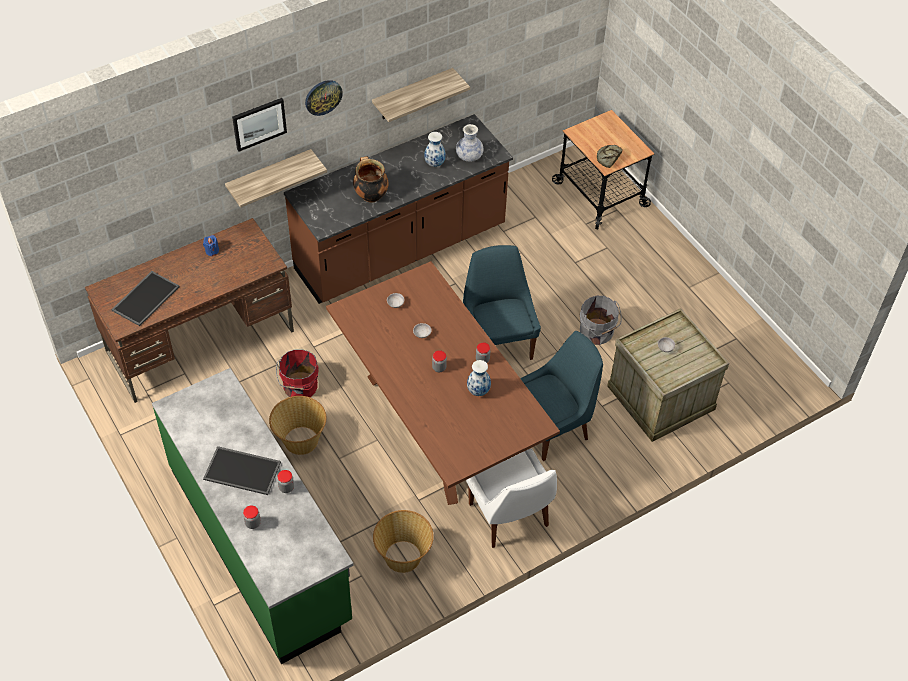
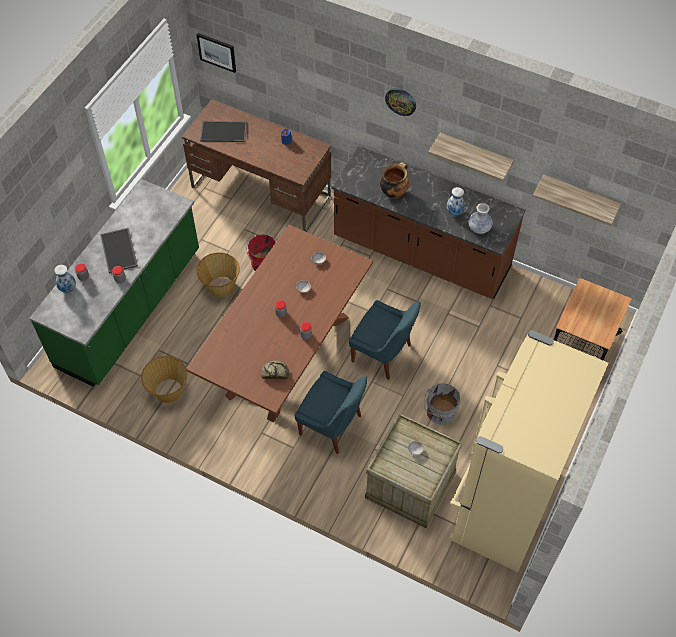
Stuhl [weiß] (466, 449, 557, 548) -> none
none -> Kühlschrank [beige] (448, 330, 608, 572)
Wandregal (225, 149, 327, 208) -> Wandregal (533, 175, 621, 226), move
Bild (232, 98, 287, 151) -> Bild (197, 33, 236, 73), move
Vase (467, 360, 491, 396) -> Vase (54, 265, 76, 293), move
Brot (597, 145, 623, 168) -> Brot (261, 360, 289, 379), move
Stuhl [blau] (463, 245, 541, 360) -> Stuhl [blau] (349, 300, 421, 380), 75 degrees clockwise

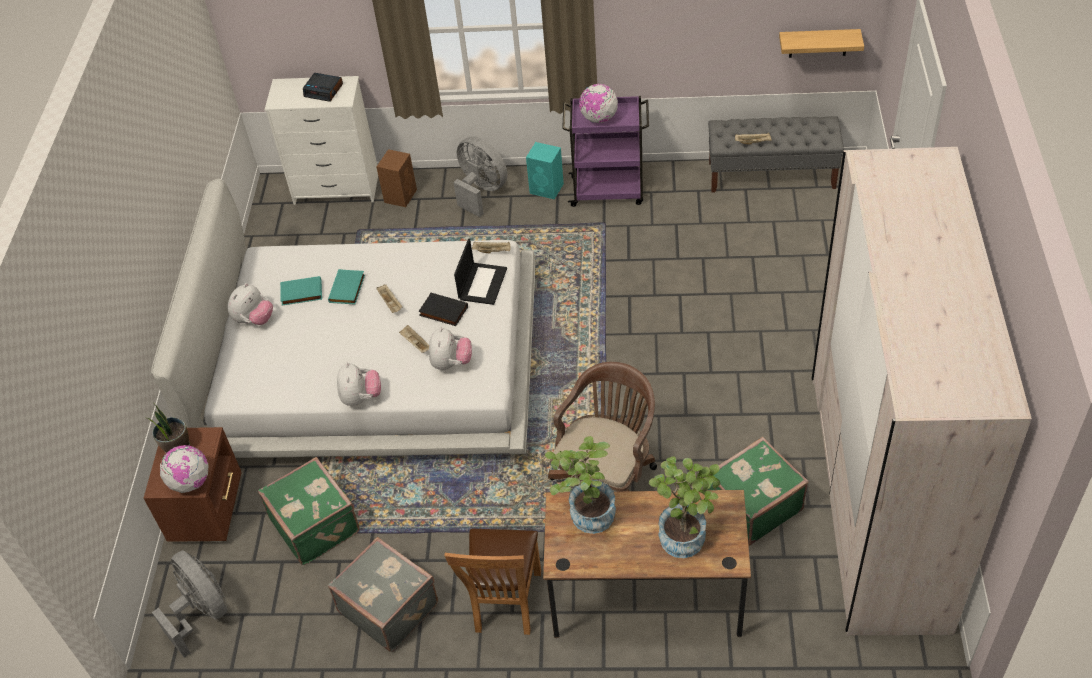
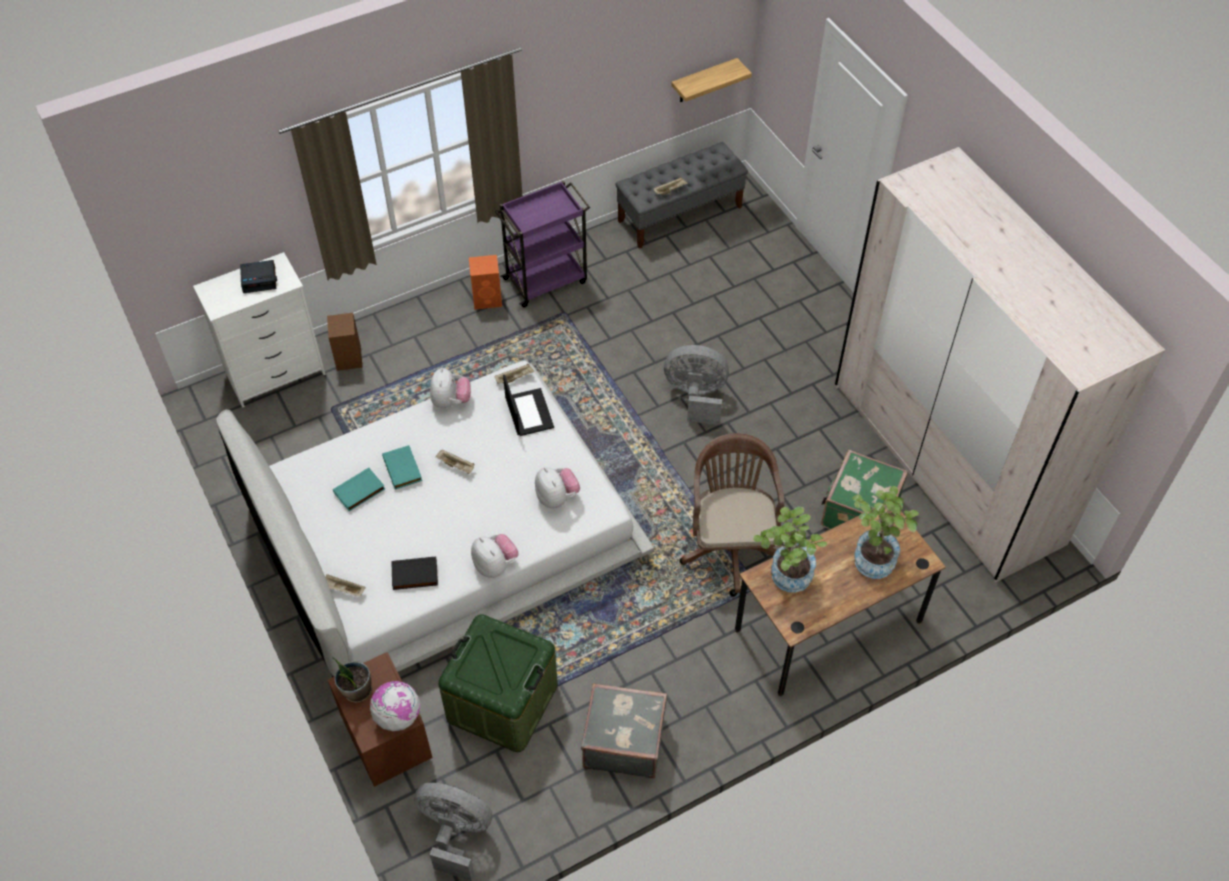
Stuhl [braun] (444, 529, 541, 635) -> none
Globus (579, 84, 618, 123) -> none
Plüschtier (228, 283, 273, 325) -> Plüschtier (430, 368, 471, 408), move
Tablett [beige] (399, 325, 429, 353) -> Tablett [beige] (325, 574, 366, 596), move
Buch [schwarz] (418, 293, 468, 326) -> Buch [schwarz] (391, 557, 438, 590), move
Ventilator [grau] (454, 136, 508, 217) -> Ventilator [grau] (664, 345, 729, 425), move
Koffer [grün] (258, 457, 360, 565) -> Aufbewahrungsbox [grün] (438, 614, 558, 752)
Lautsprecher [türkis] (526, 142, 564, 200) -> Lautsprecher [orange] (469, 255, 502, 310)

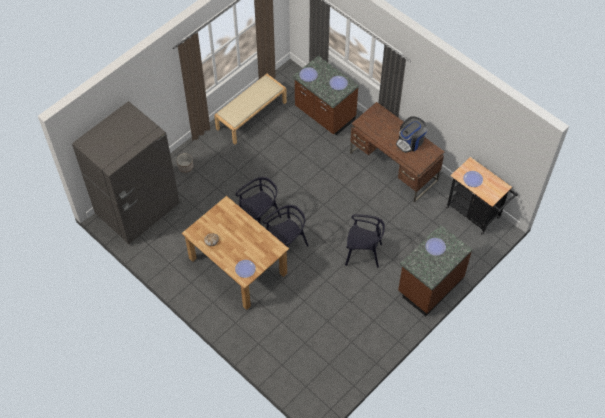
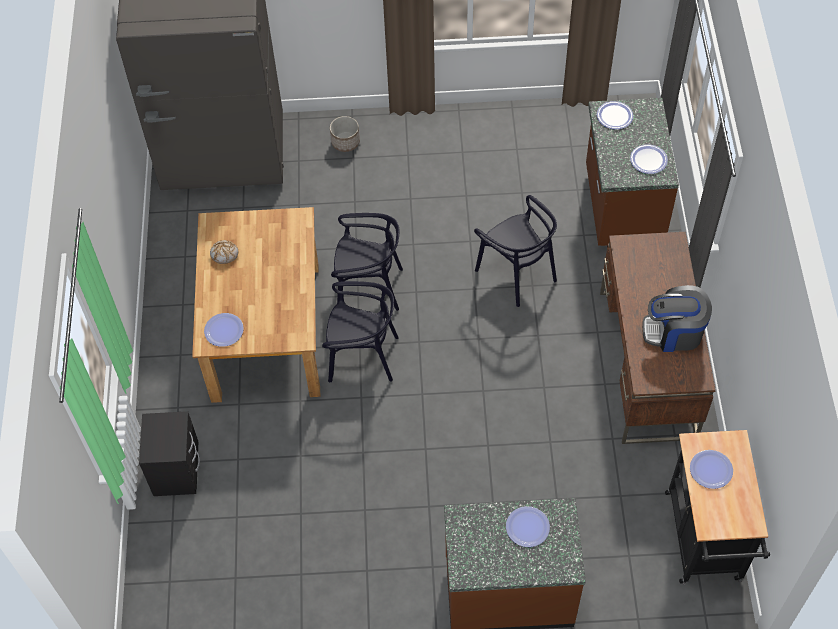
Bank [beige] (214, 74, 287, 144) -> none
none -> Nachttisch [schwarz] (139, 411, 200, 496)
Stuhl [schwarz] (345, 214, 385, 267) -> Stuhl [schwarz] (474, 195, 557, 307), move

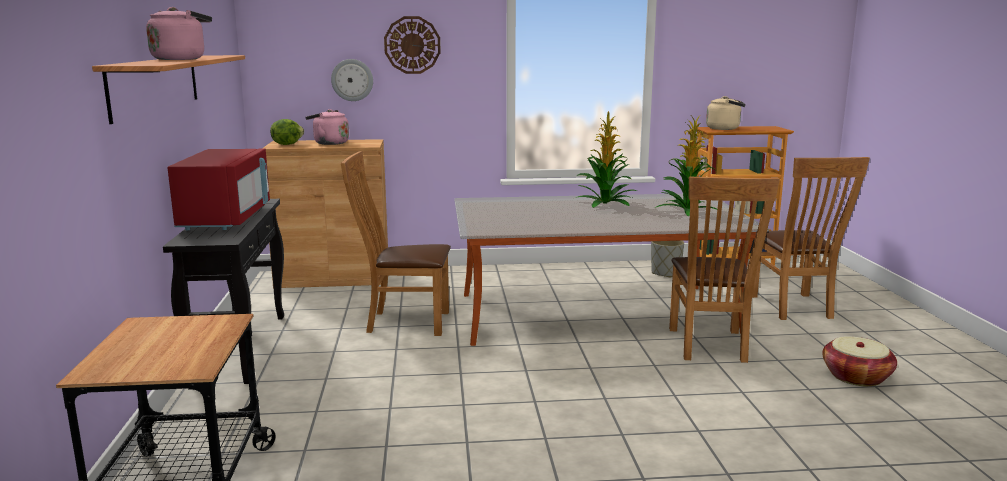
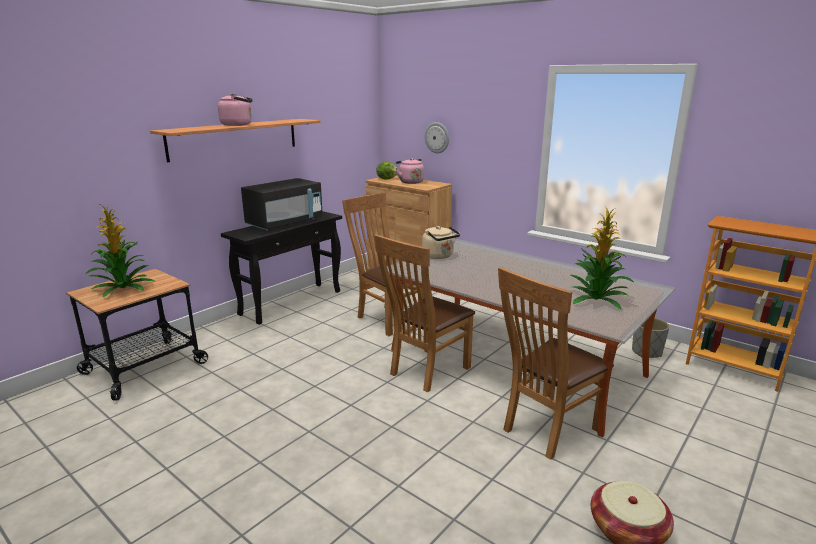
Wanduhr (384, 16, 441, 74) -> none
Topfpflanze (576, 111, 637, 208) -> Topfpflanze (86, 203, 155, 297), move
Wasserkessel [beige] (706, 96, 745, 130) -> Wasserkessel [beige] (422, 226, 460, 259), move
Stuhl [braun] (752, 157, 870, 320) -> Stuhl [braun] (374, 234, 475, 392), move
Mikrowelle [rot] (168, 148, 270, 230) -> Mikrowelle [schwarz] (241, 178, 323, 230)

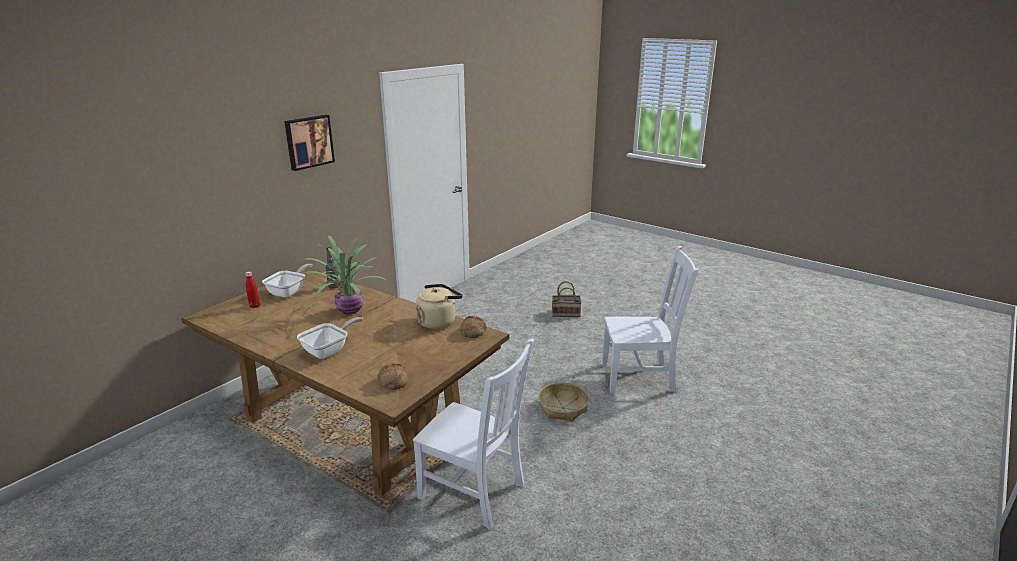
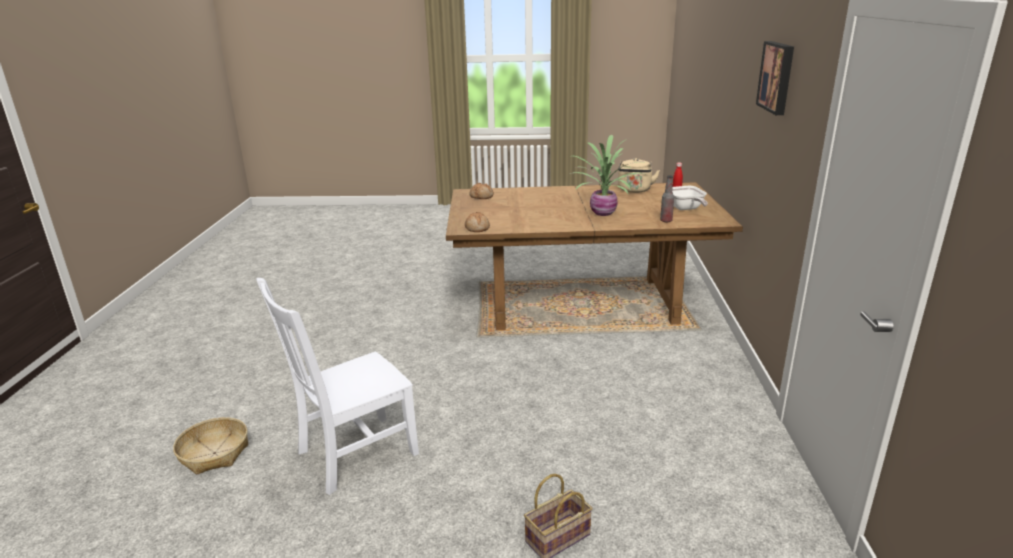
Pfanne (297, 317, 363, 359) -> none
Stuhl [weiß] (413, 339, 534, 530) -> none
Wasserkessel [beige] (416, 284, 462, 329) -> Wasserkessel [beige] (618, 158, 660, 193), move
Korb (538, 383, 589, 422) -> Korb (173, 417, 248, 475), move

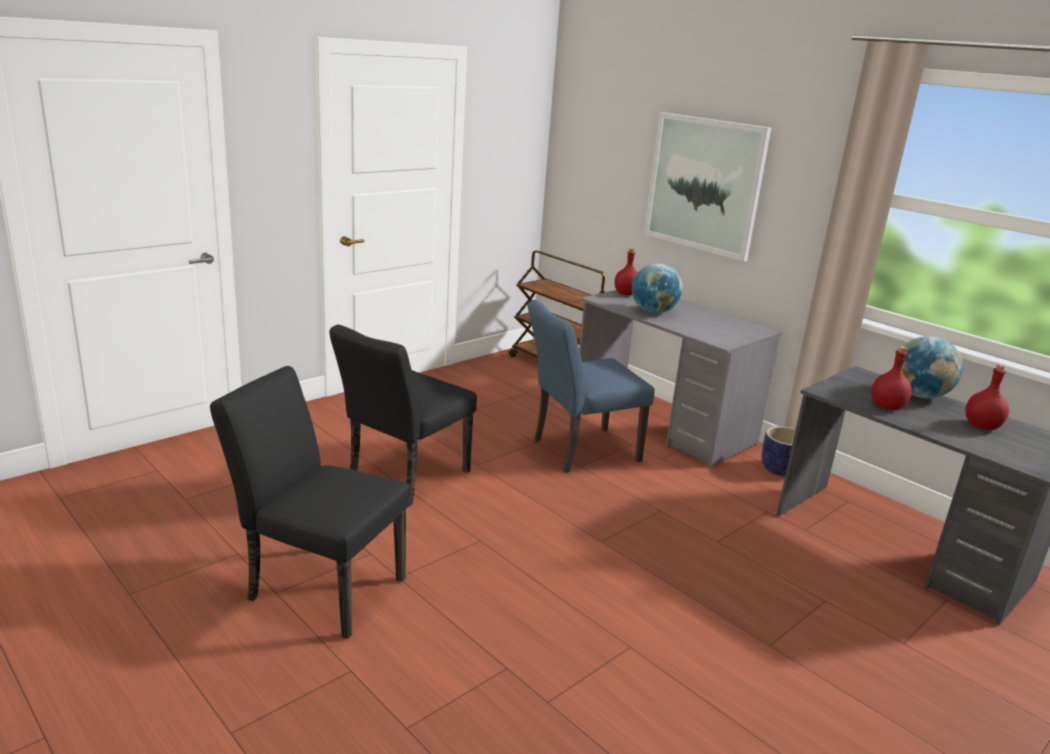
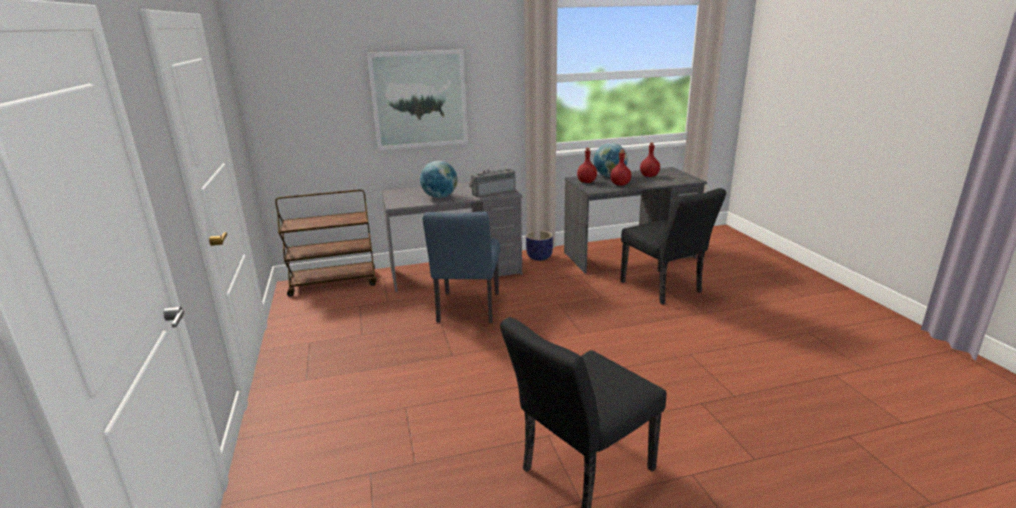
none -> Radio (469, 168, 516, 198)
Stuhl [schwarz] (329, 325, 477, 507) -> Stuhl [schwarz] (620, 188, 726, 305), move
Flasche [rot] (614, 248, 638, 295) -> Flasche [rot] (577, 148, 597, 183), move

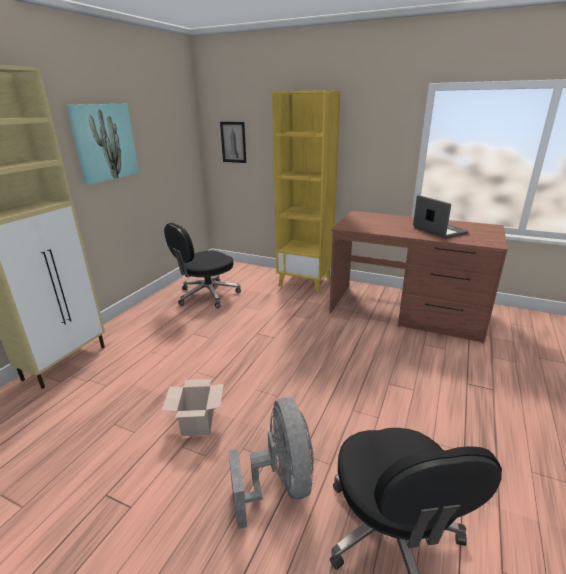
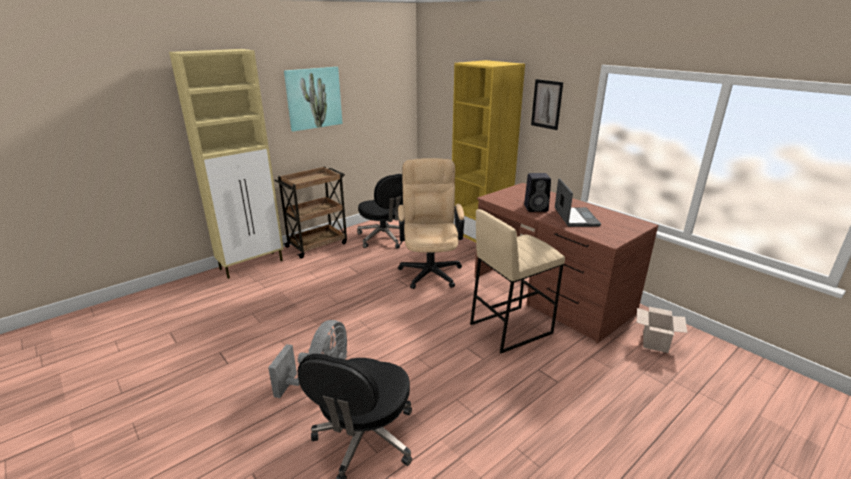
none -> Rollwagen [braun] (274, 167, 347, 258)
none -> Bürostuhl [beige] (398, 158, 465, 289)
none -> Hocker [beige] (470, 209, 565, 353)
none -> Lautsprecher [schwarz] (524, 173, 551, 212)
Karton (162, 379, 224, 436) -> Karton (637, 307, 687, 353), move
Bild (220, 122, 246, 163) -> Bild (531, 79, 563, 130), move
Bürostuhl [schwarz] (164, 223, 241, 308) -> Bürostuhl [schwarz] (357, 174, 403, 249), 105 degrees counterclockwise

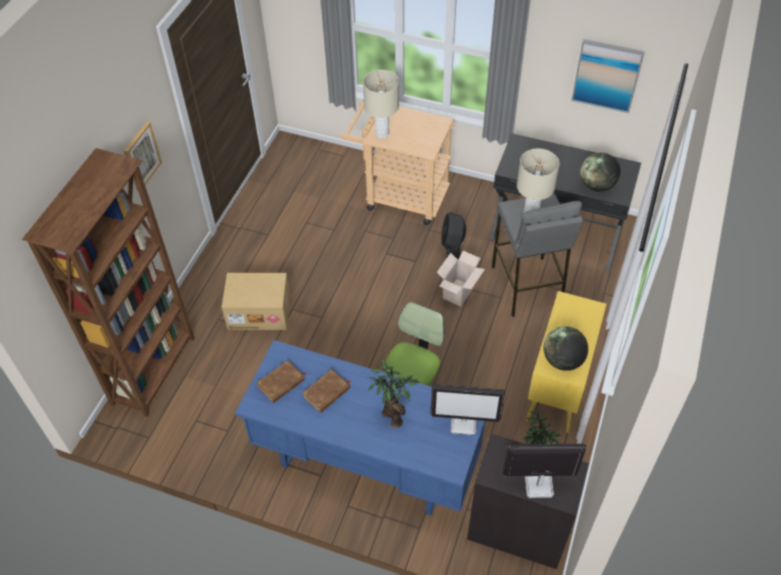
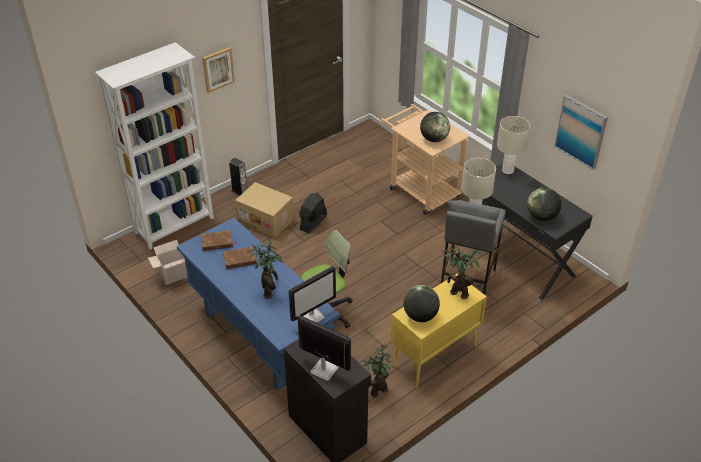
none -> Lautsprecher (229, 158, 247, 195)
none -> Globus (420, 112, 450, 142)
none -> Topfpflanze (443, 246, 482, 299)
Tischlampe [beige] (363, 70, 399, 138) -> Tischlampe [beige] (497, 116, 530, 174), move
Karton (437, 251, 485, 307) -> Karton (148, 240, 188, 285), move
Ventilator [schwarz] (441, 212, 466, 259) -> Ventilator [schwarz] (299, 193, 327, 233), move
Bücherregal [braun] (22, 148, 195, 417) -> Bücherregal [weiß] (95, 42, 214, 250)
Monitor (430, 384, 505, 435) -> Monitor (289, 266, 336, 323), 75 degrees counterclockwise

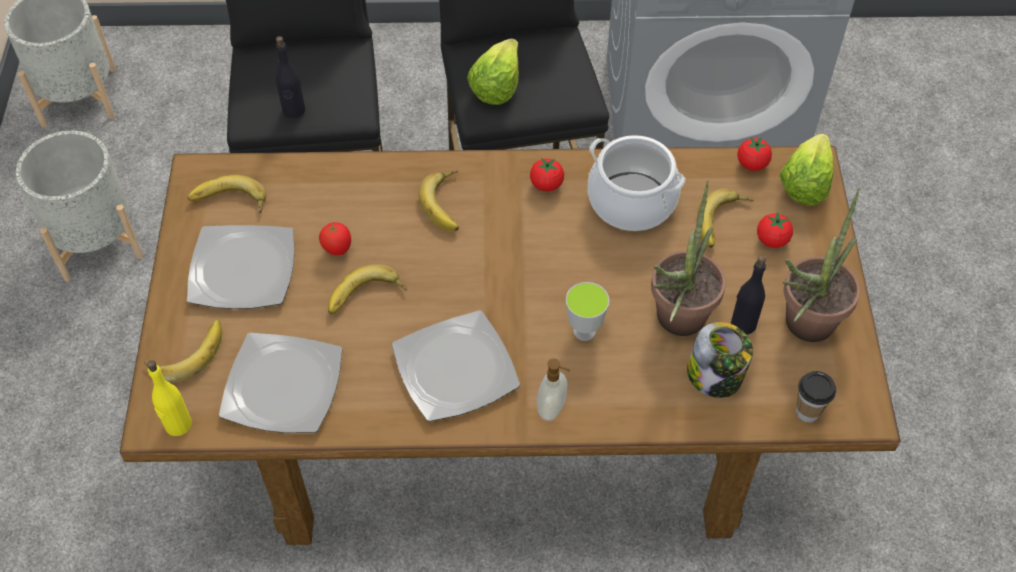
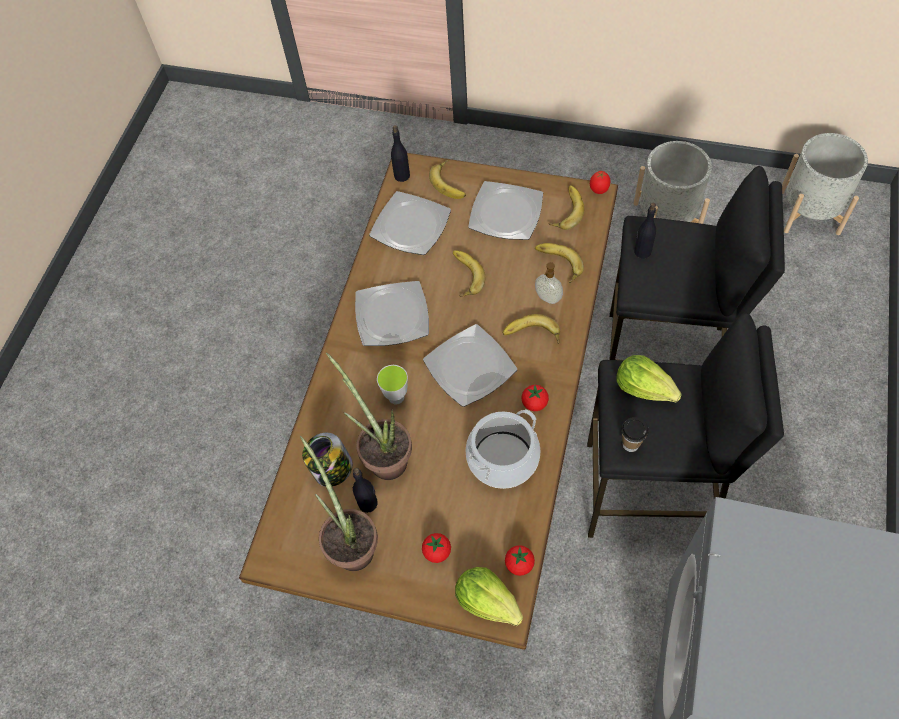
none -> Teller (423, 324, 517, 407)
Tomate (319, 222, 351, 256) -> Tomate (590, 171, 611, 194), move
Seifenspender (537, 358, 570, 421) -> Seifenspender (535, 262, 563, 304), move
Banane (697, 189, 753, 248) -> Banane (535, 243, 584, 283), move
Tasse (796, 371, 836, 423) -> Tasse (621, 417, 649, 452), move
Flasche [gelb] (147, 360, 192, 436) -> Flasche [schwarz] (391, 125, 410, 182)

